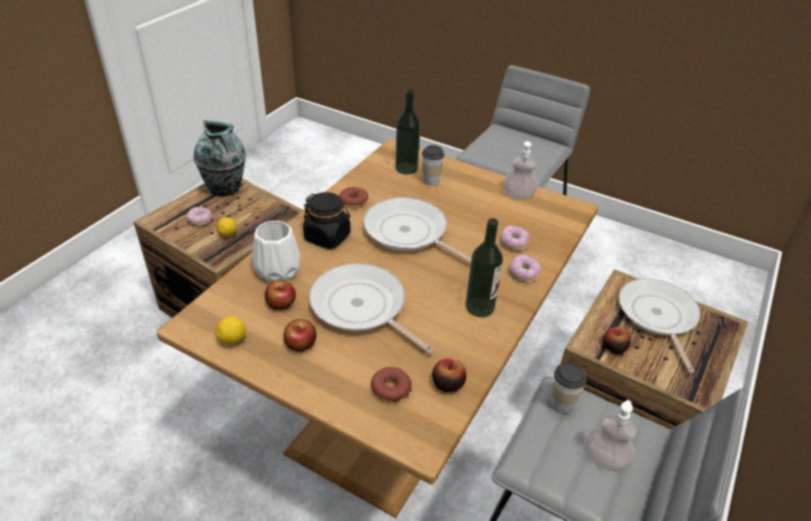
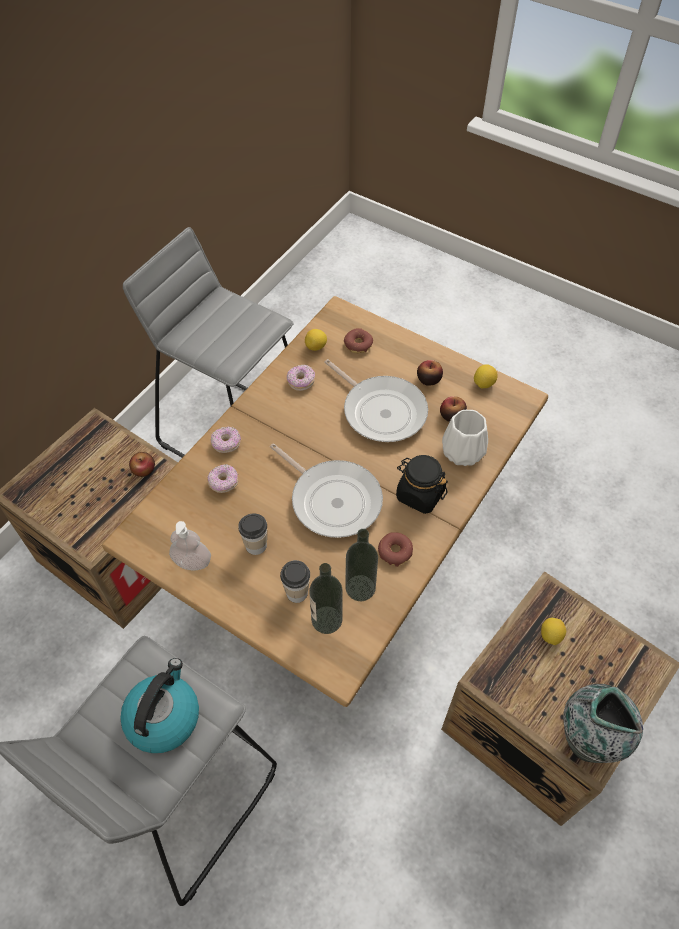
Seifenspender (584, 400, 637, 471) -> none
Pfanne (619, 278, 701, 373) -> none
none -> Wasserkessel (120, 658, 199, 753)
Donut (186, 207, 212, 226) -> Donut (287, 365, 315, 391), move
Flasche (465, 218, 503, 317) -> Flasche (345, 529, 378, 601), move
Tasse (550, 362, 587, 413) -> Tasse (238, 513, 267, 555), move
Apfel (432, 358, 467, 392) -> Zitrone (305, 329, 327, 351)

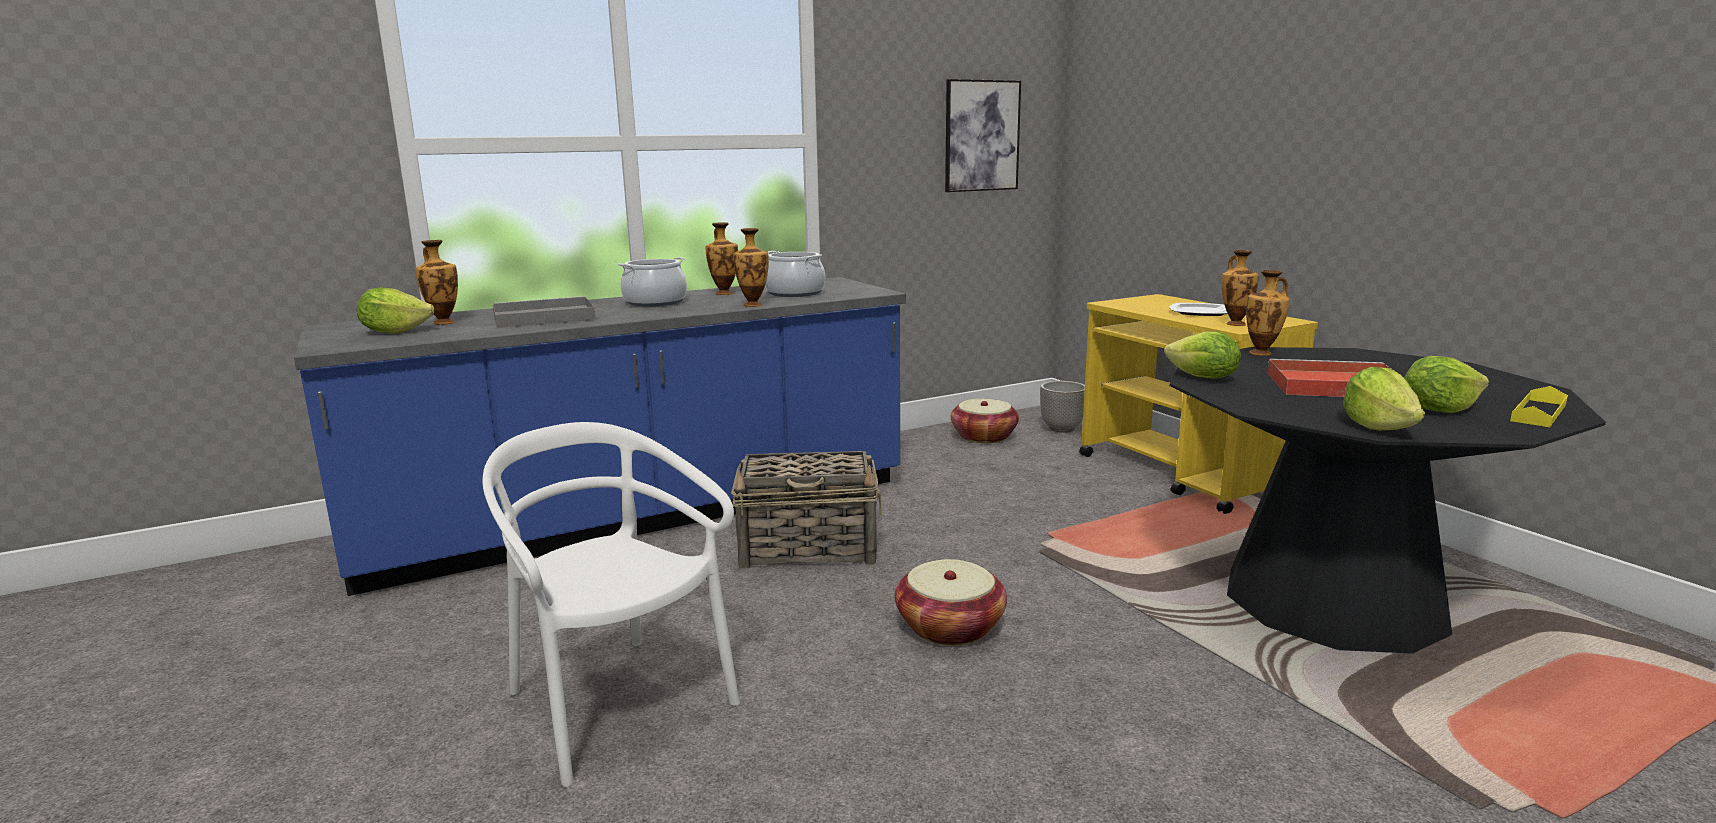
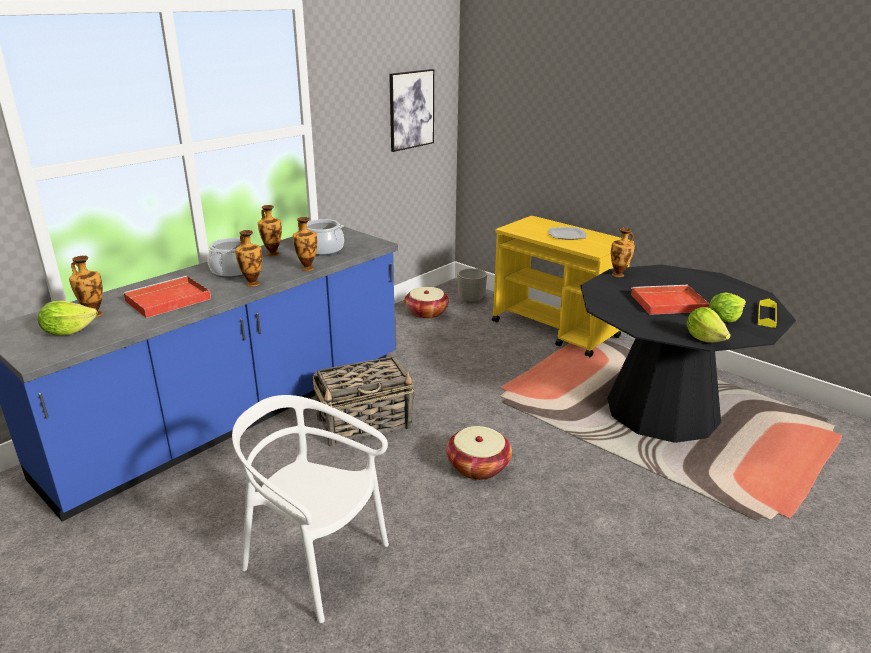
Salatkopf (1164, 331, 1241, 379) -> none
Vase (1221, 250, 1259, 326) -> Vase (235, 230, 262, 287), move
Tablett [grau] (493, 296, 596, 328) -> Tablett [rot] (123, 276, 211, 318)

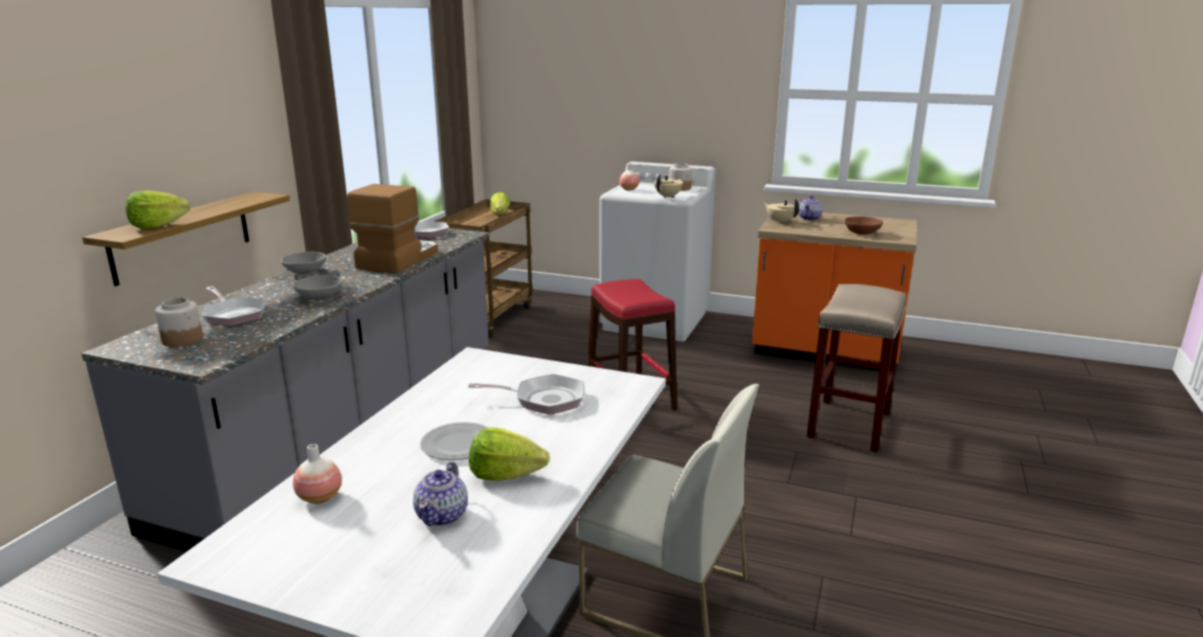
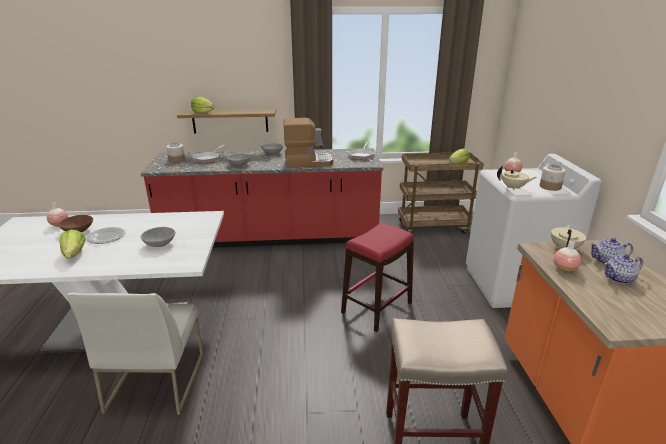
none -> Vase (554, 240, 581, 272)
Teekanne (413, 462, 468, 526) -> Teekanne (604, 254, 643, 284), move
Schüssel [braun] (845, 216, 883, 235) -> Schüssel [braun] (59, 215, 93, 232), move
Pfanne (468, 374, 585, 415) -> Schüssel [grau] (141, 227, 175, 247)
Küchenzeile [grau] (81, 228, 489, 552) -> Küchenzeile [rot] (141, 148, 383, 248)

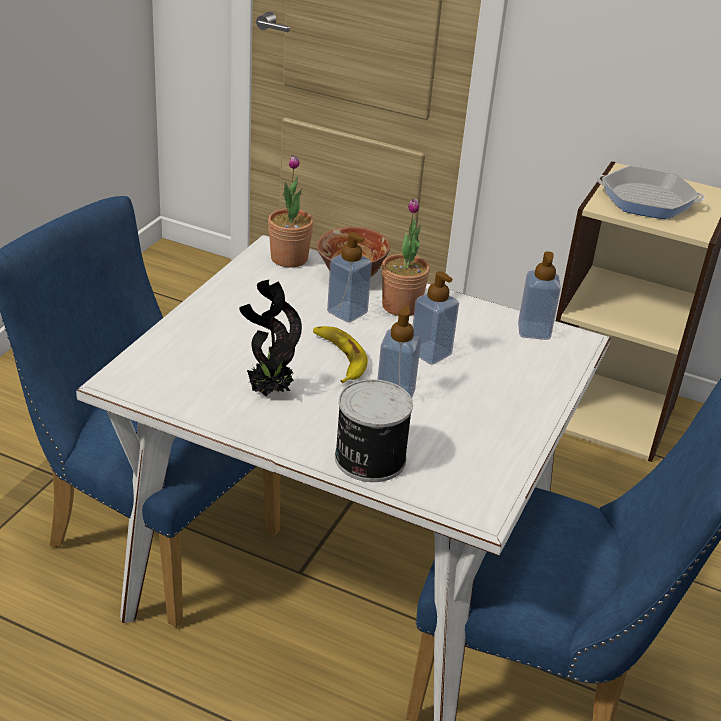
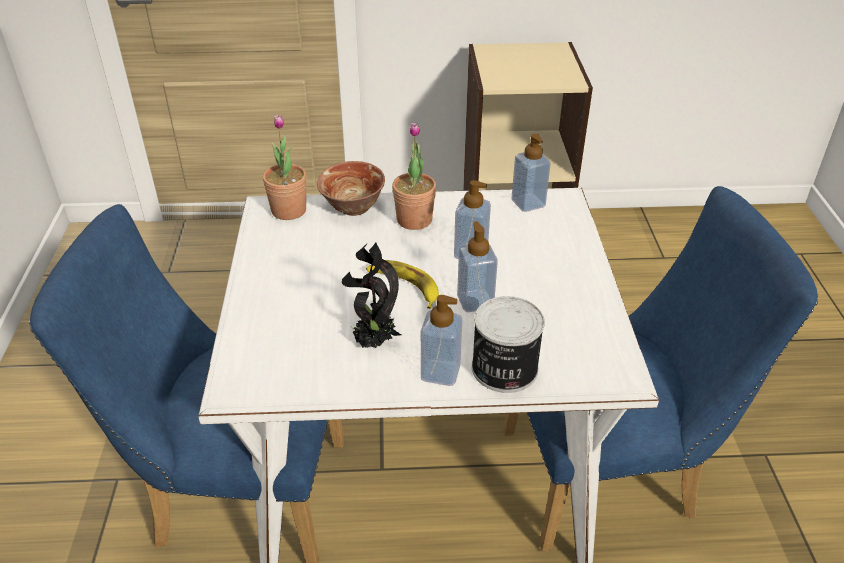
Pfanne (596, 166, 705, 219) -> none
Seifenspender (327, 232, 372, 323) -> Seifenspender (421, 295, 462, 386), move

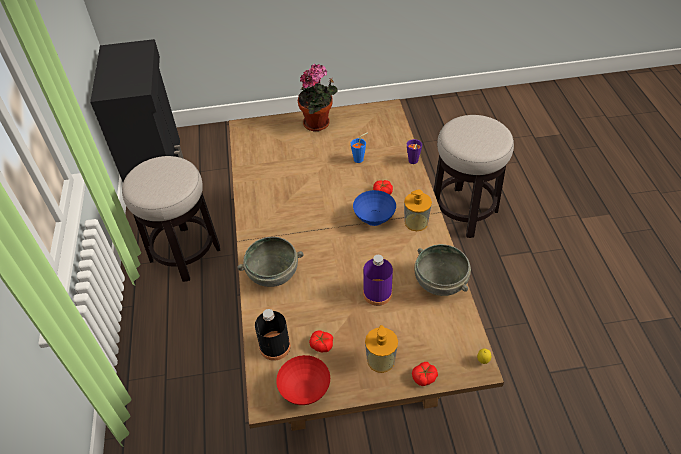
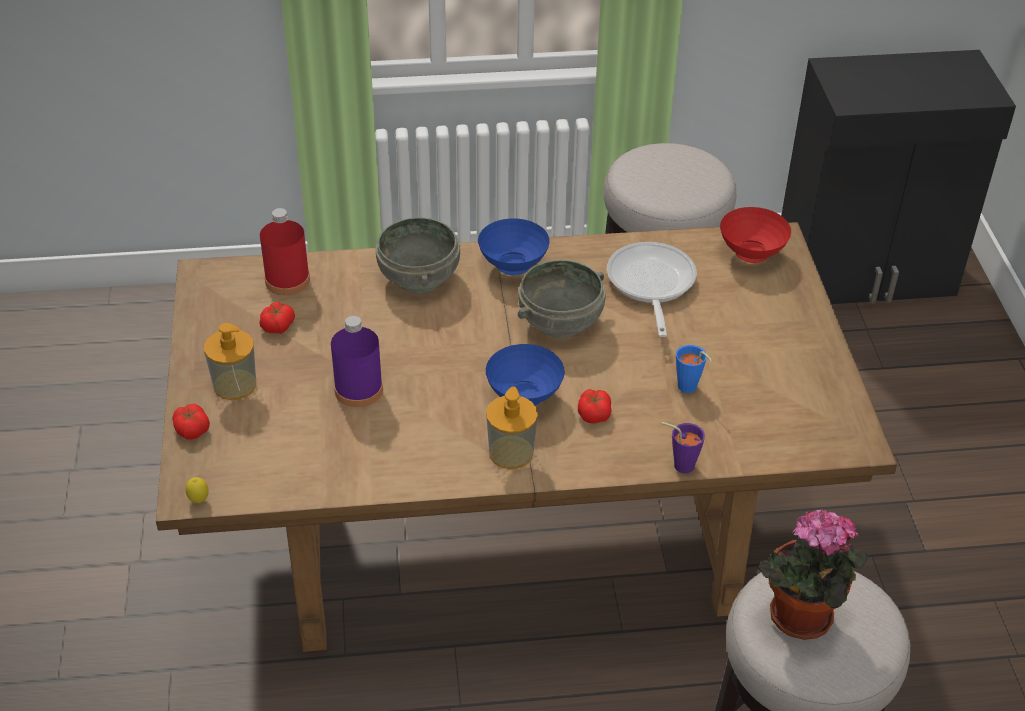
none -> Schüssel [blau] (478, 218, 550, 275)
none -> Pfanne (607, 242, 697, 337)
Schüssel [rot] (276, 355, 330, 405) -> Schüssel [rot] (720, 207, 791, 263), move
Topfpflanze (298, 64, 338, 131) -> Topfpflanze (757, 509, 868, 640), move
Schüssel [grau] (415, 244, 471, 296) -> Schüssel [grau] (518, 260, 606, 338), move
Flasche [schwarz] (255, 309, 291, 361) -> Flasche [rot] (260, 208, 310, 295)

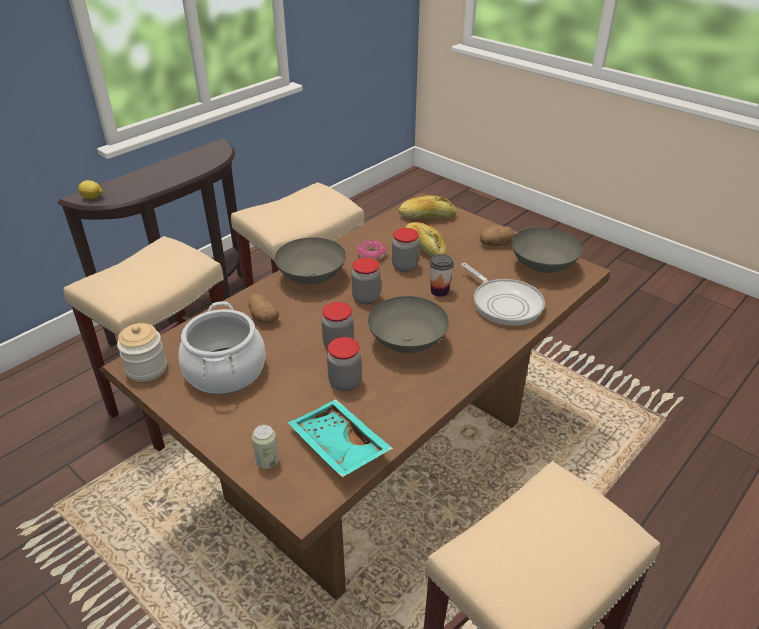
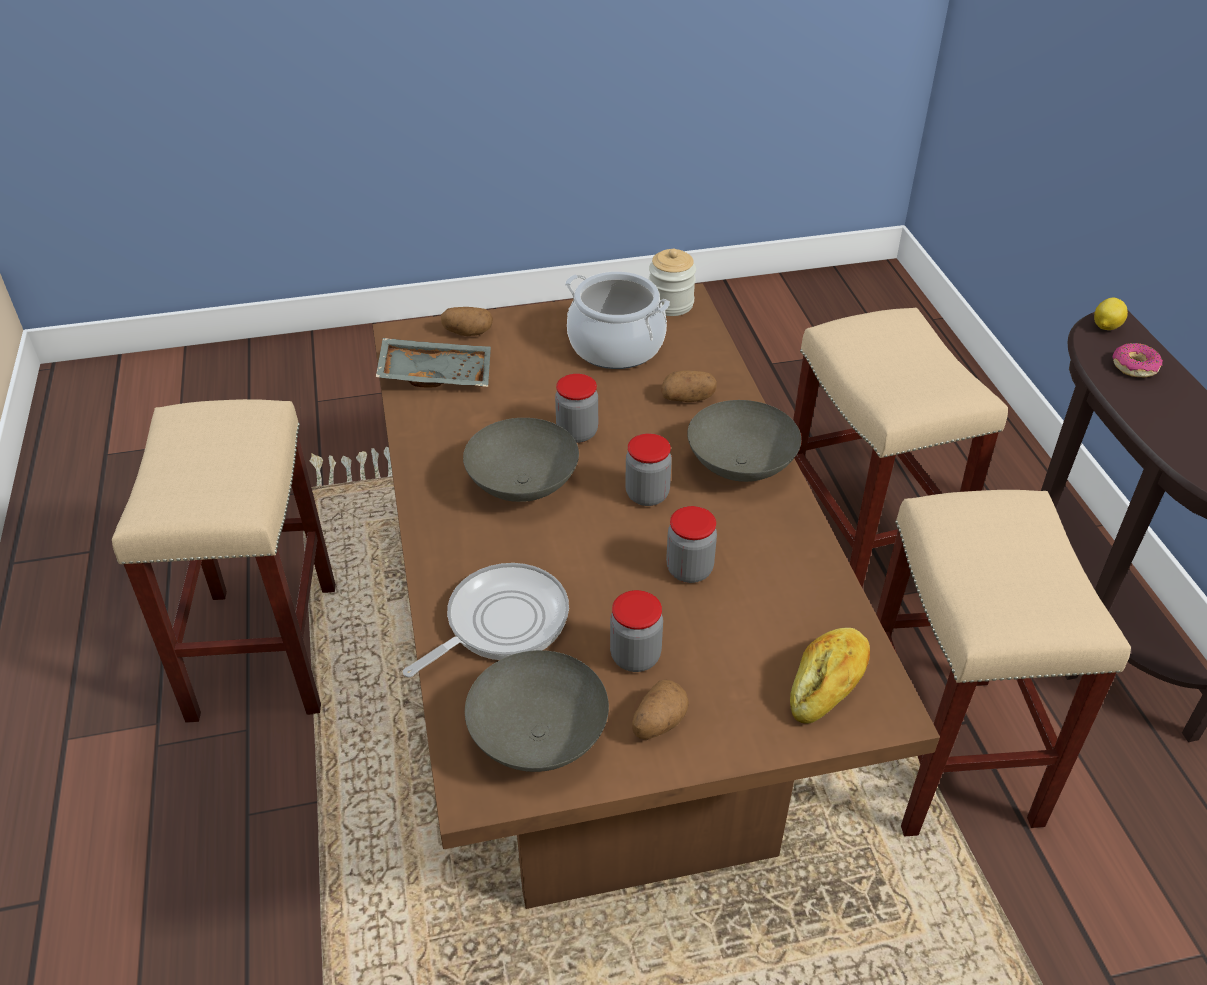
Brot (405, 222, 447, 257) -> none
Tasse (429, 254, 454, 297) -> none
Vorratsglas (327, 337, 362, 391) -> Vorratsglas (610, 590, 663, 672), move
Donut (357, 240, 386, 260) -> Donut (1112, 343, 1163, 377), move
Dose (252, 425, 279, 469) -> Kartoffel (441, 307, 493, 336)
Tablett [türkis] (287, 399, 393, 477) -> Tablett [grau] (376, 338, 491, 387)
Pfanne (461, 263, 545, 326) -> Pfanne (403, 563, 569, 678), 135 degrees clockwise

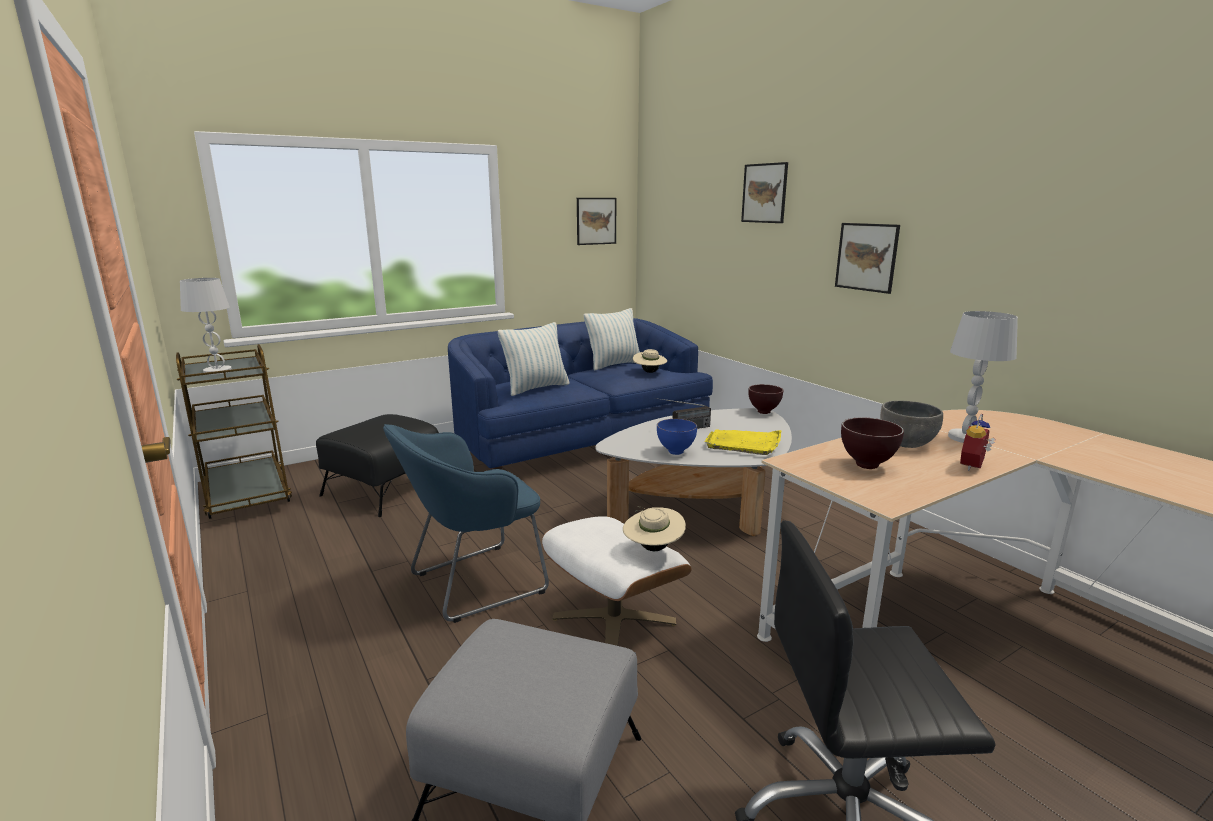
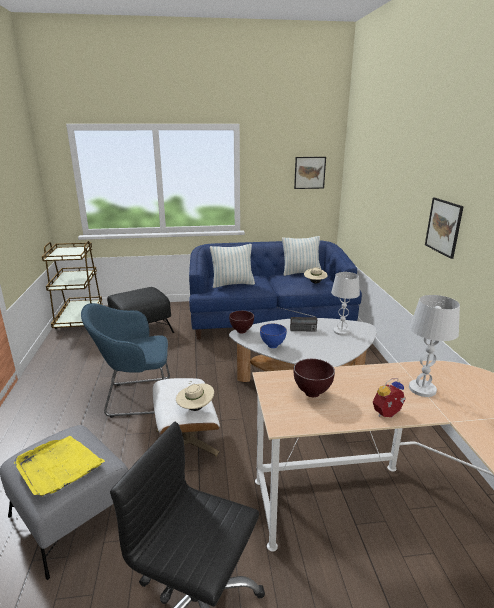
Bild (741, 162, 788, 223) -> none
Schüssel [grau] (880, 400, 943, 448) -> none
Tischlampe [weiß] (180, 278, 232, 375) -> Tischlampe [weiß] (331, 272, 360, 336), move
Tablett [gelb] (705, 430, 781, 455) -> Tablett [gelb] (14, 436, 105, 496), move
Schüssel [braun] (748, 384, 783, 414) -> Schüssel [braun] (229, 311, 254, 334), move

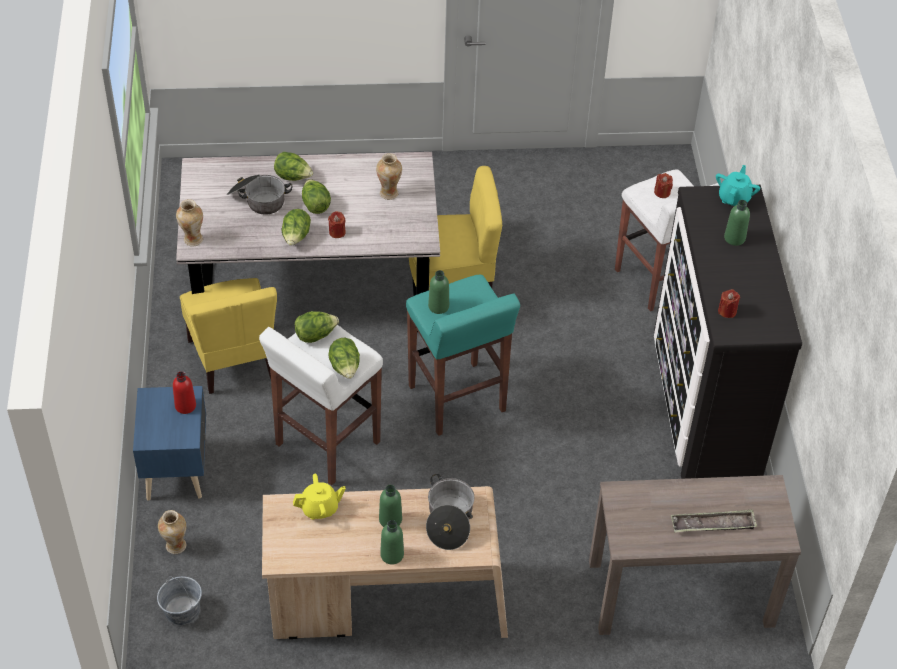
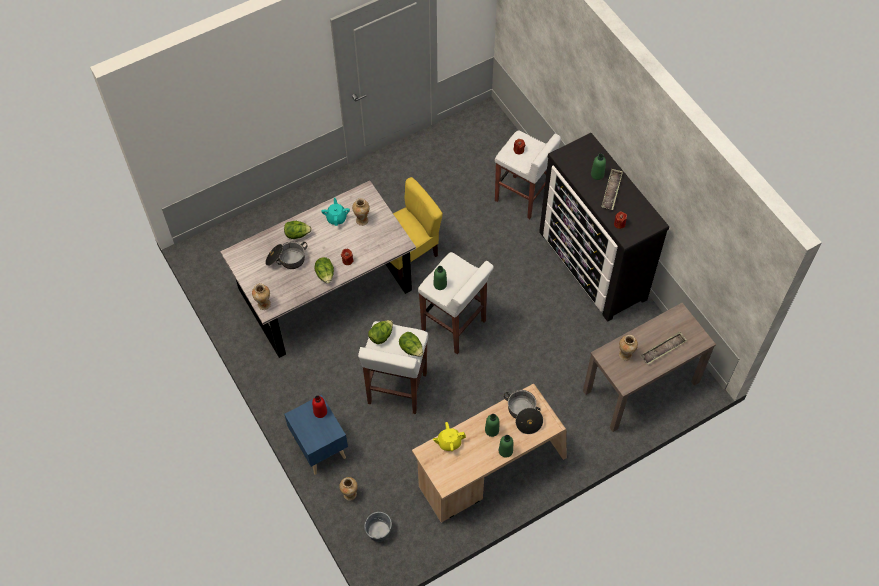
Stuhl [gelb] (180, 278, 277, 394) -> none
Salatkopf (302, 179, 331, 214) -> none
none -> Tablett (601, 169, 623, 210)
none -> Vase (619, 335, 638, 361)
Teekanne [türkis] (716, 165, 760, 206) -> Teekanne [türkis] (322, 198, 350, 226), move
Hocker [türkis] (406, 274, 520, 436) -> Hocker [weiß] (418, 252, 494, 354)
Teekanne [gelb] (293, 474, 346, 520) -> Teekanne [gelb] (433, 422, 466, 451), 150 degrees counterclockwise

